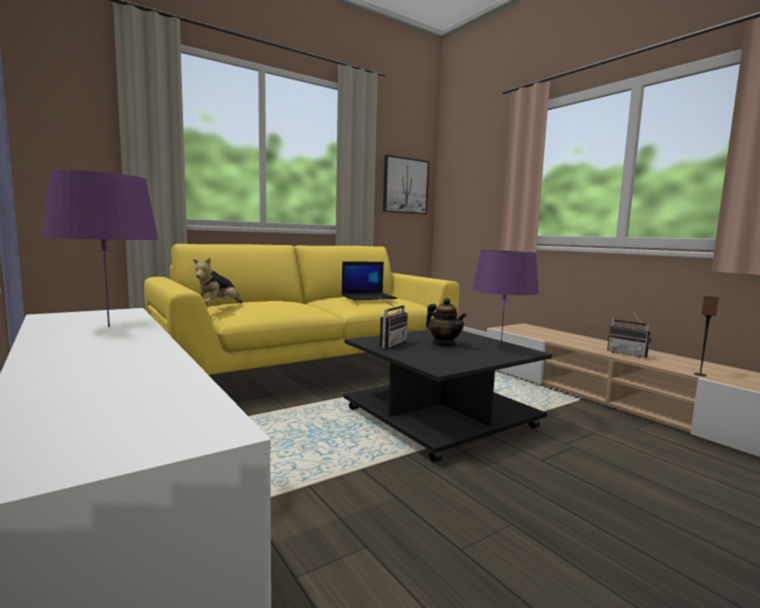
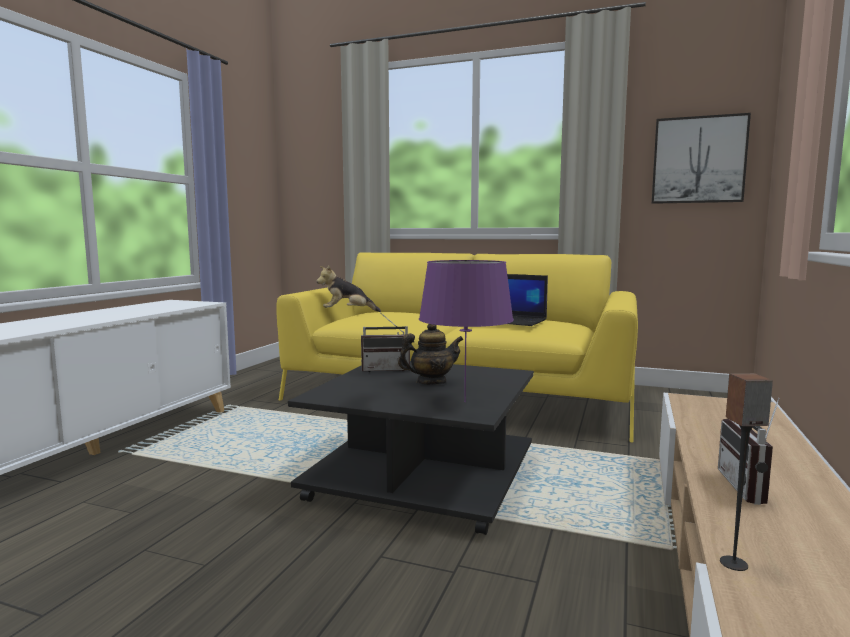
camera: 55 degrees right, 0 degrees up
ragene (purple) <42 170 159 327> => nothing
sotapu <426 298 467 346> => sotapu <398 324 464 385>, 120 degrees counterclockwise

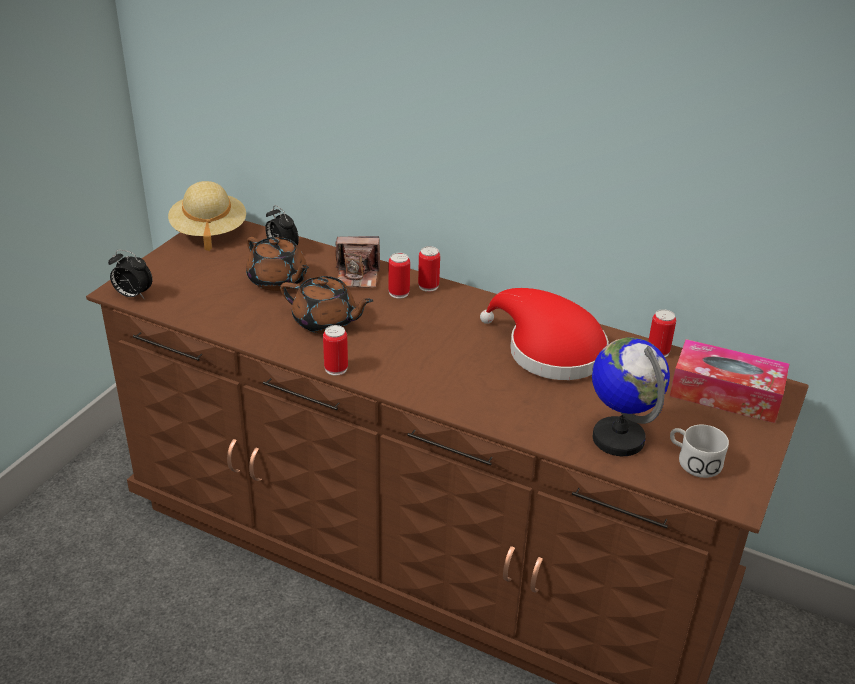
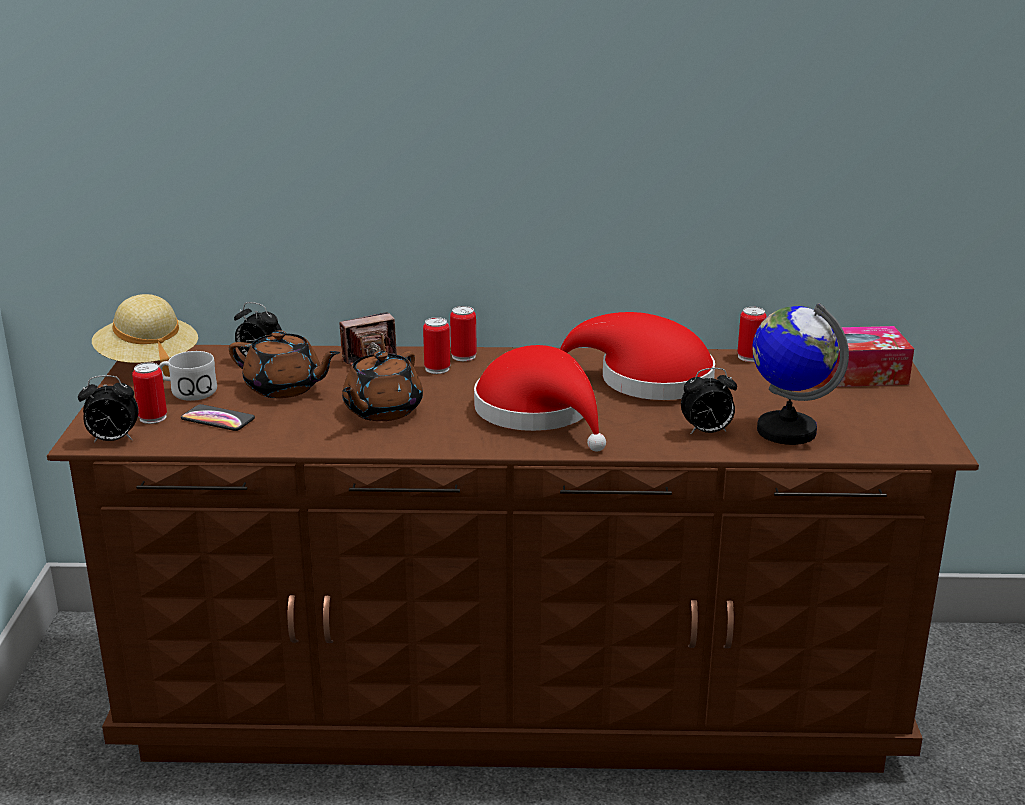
camera: 25 degrees left, 10 degrees down
sotapu (brown) <280 276 374 334> => sotapu (brown) <342 351 423 421>, 120 degrees clockwise
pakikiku <323 325 348 375> => pakikiku <132 362 167 424>, move
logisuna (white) <670 425 729 478> => logisuna (white) <159 351 217 401>, move
nothing => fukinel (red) <474 345 606 452>
nothing => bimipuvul <681 368 737 435>
nothing => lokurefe <181 404 255 431>

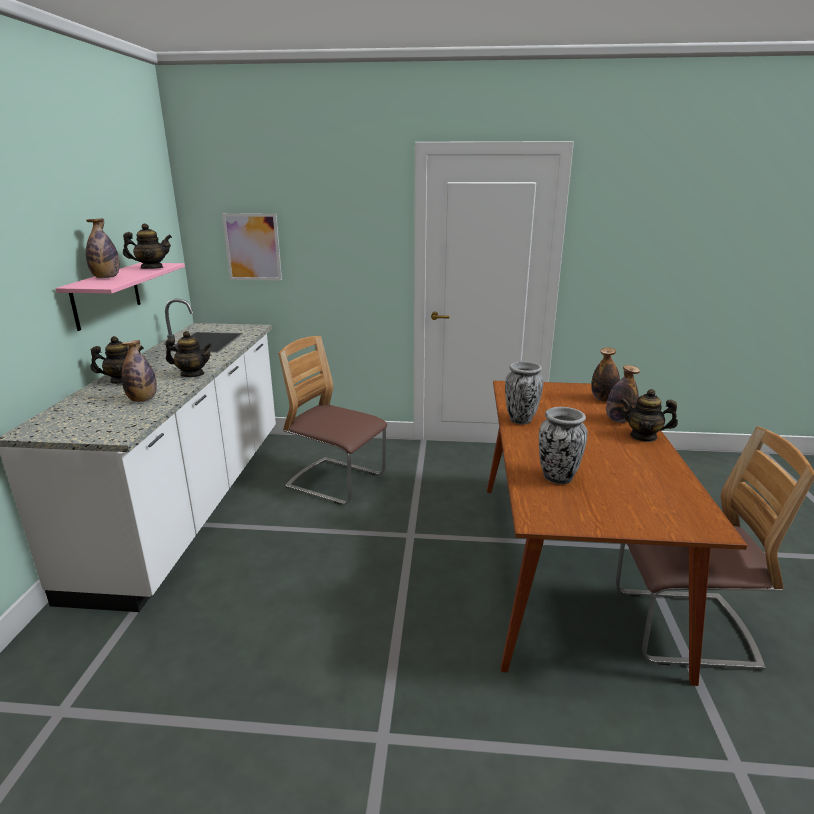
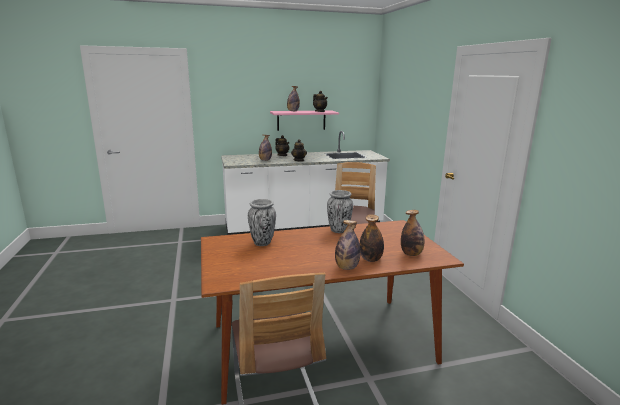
camera: 70 degrees right, 5 degrees down
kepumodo <222 213 282 281> => nothing
sotapu <620 389 678 442> => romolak <335 220 361 270>

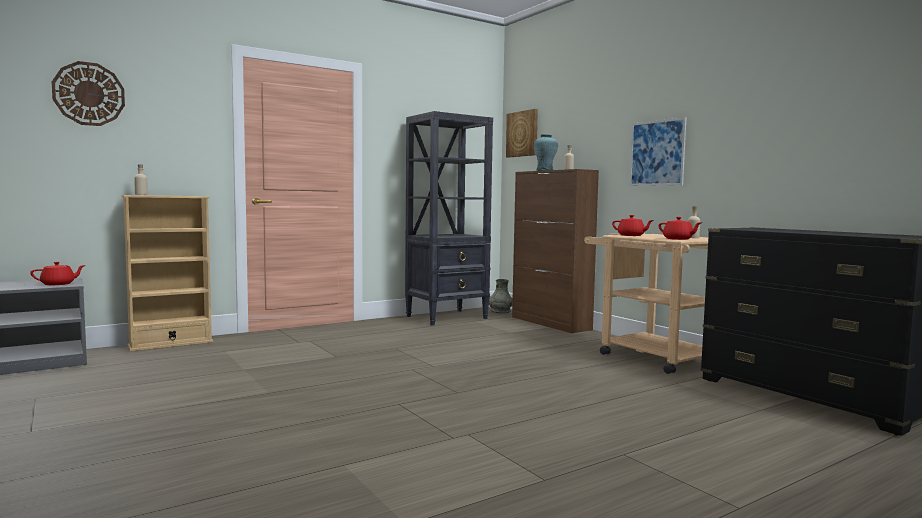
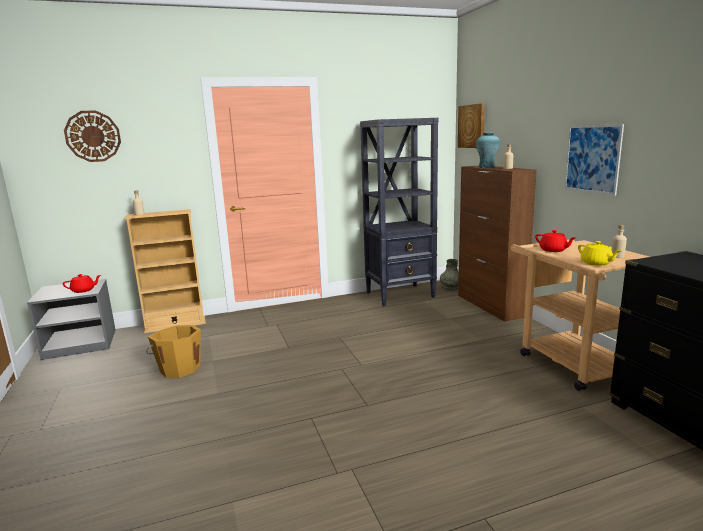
camera: 15 degrees right, 10 degrees up
sotapu (red) <659 217 701 240> => sotapu (yellow) <578 241 621 266>
nothing => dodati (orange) <146 325 201 378>

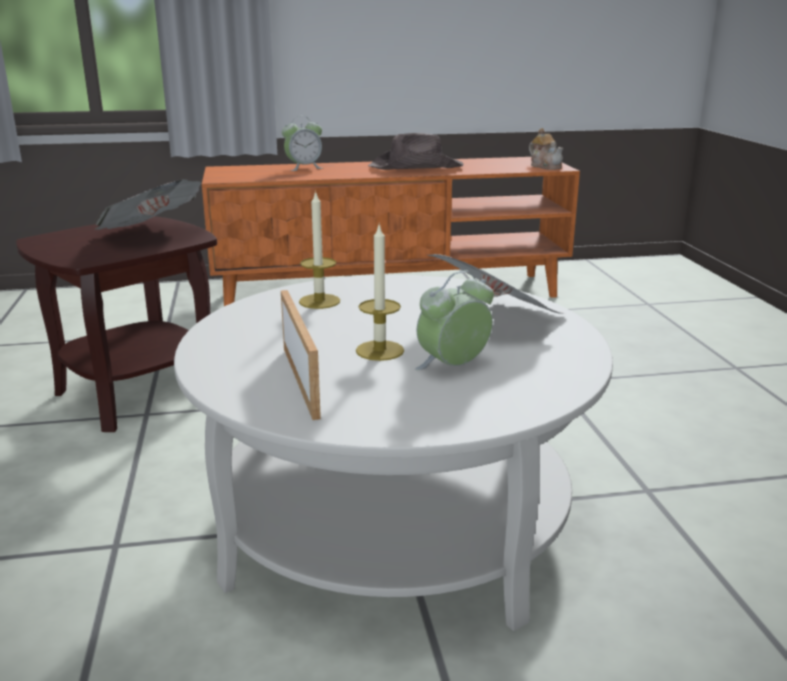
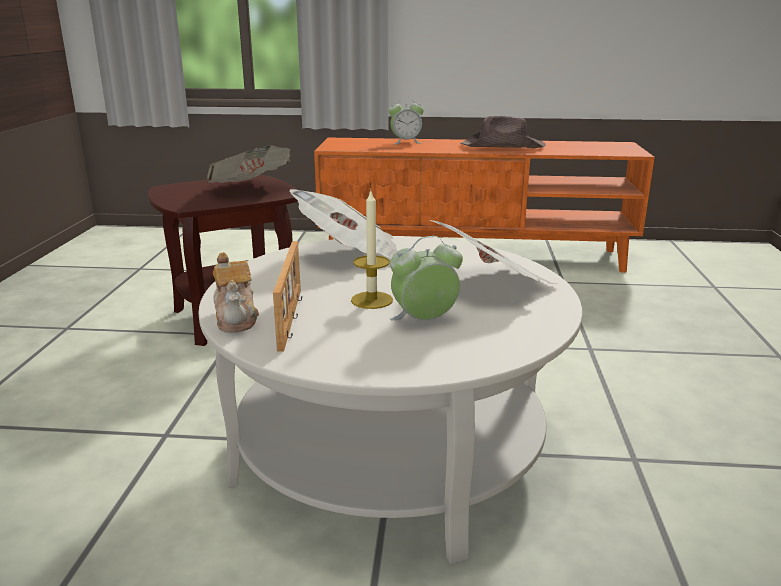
camera: 15 degrees right, 0 degrees up
sotapu <529 128 564 170> => sotapu <213 252 259 333>, move
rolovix <299 190 340 309> => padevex <290 189 397 258>

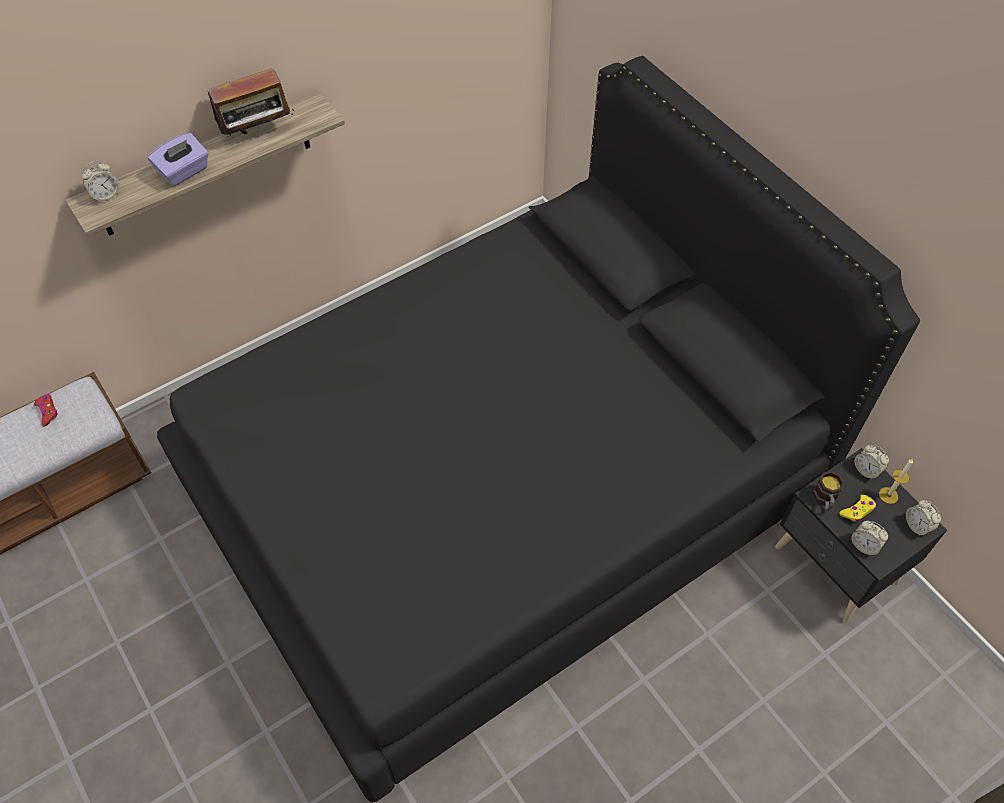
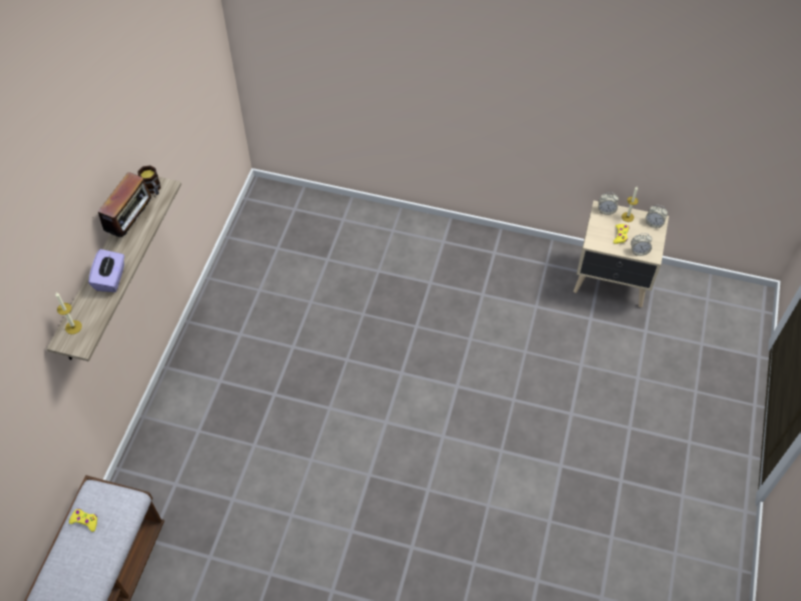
camera: 40 degrees left, 0 degrees up
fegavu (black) <157 56 920 803> => nothing
bimipuvul <82 161 119 203> => rolovix <56 293 82 334>
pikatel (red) <34 394 58 426> => pikatel (yellow) <69 508 97 532>
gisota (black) <775 448 947 623> => gisota (beige) <573 200 669 307>
logisuna <812 471 845 511> => logisuna <138 165 161 195>, move

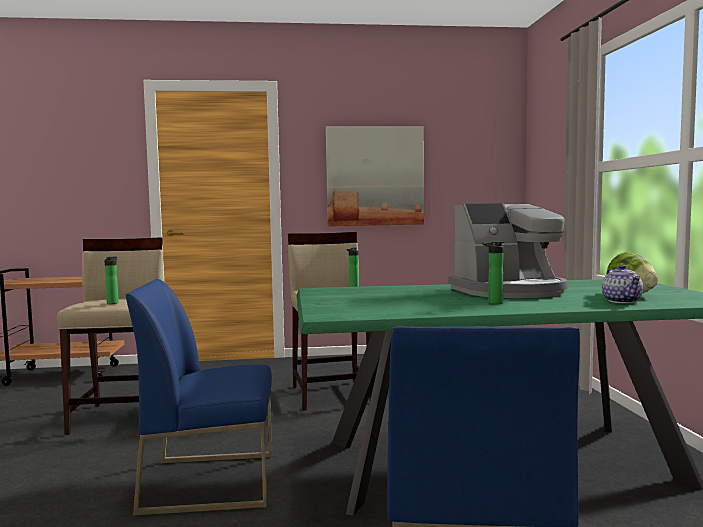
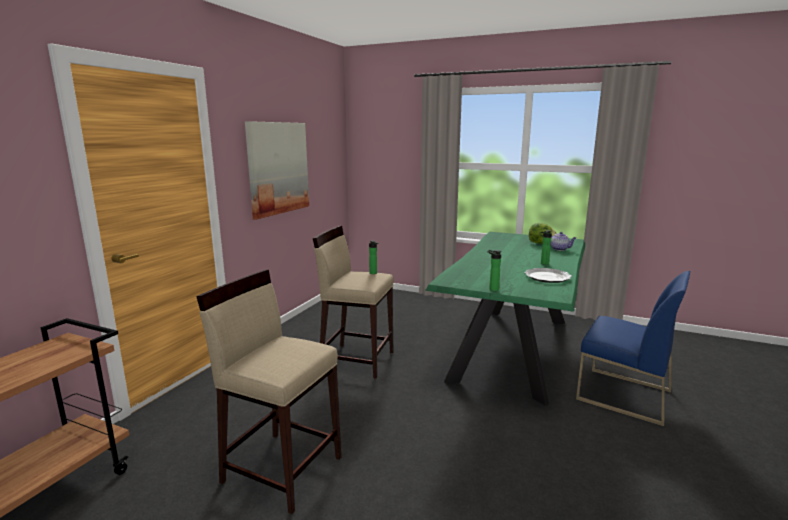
camera: 60 degrees left, 10 degrees up
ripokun <448 203 568 298> => nothing
romolak <104 257 119 304> => romolak <488 250 502 291>, move
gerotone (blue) <125 279 272 516> => nothing
nothing => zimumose <525 268 572 283>

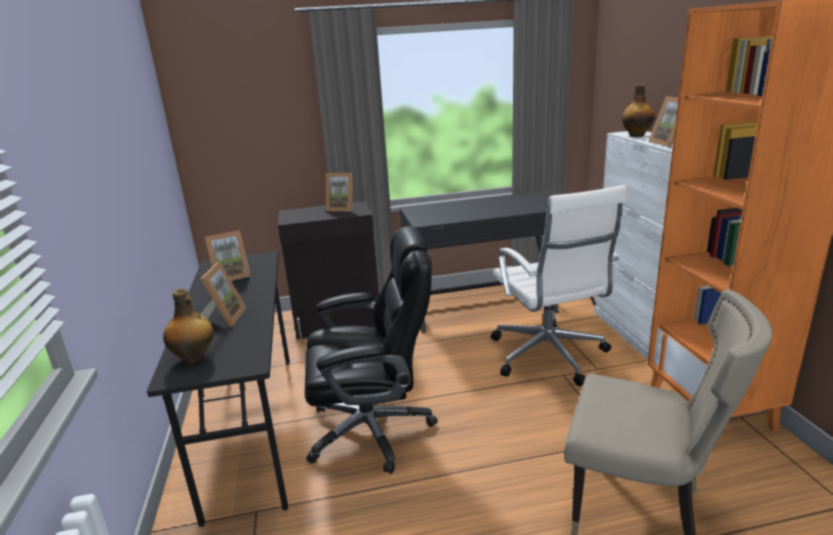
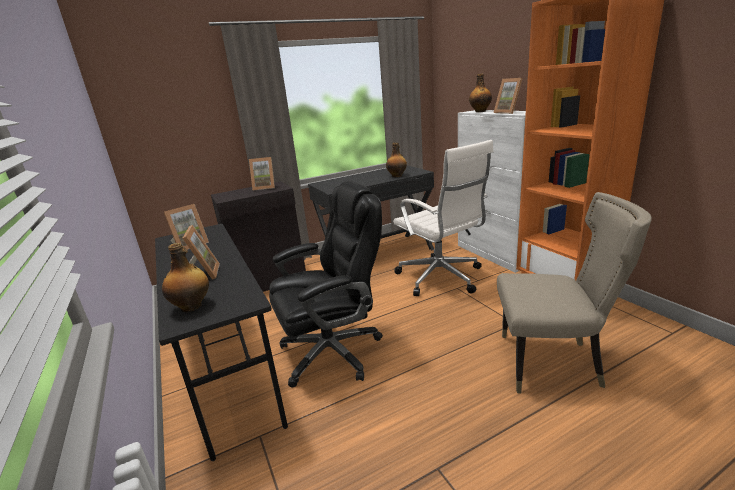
camera: 15 degrees left, 0 degrees up
nothing => romolak <386 143 407 177>

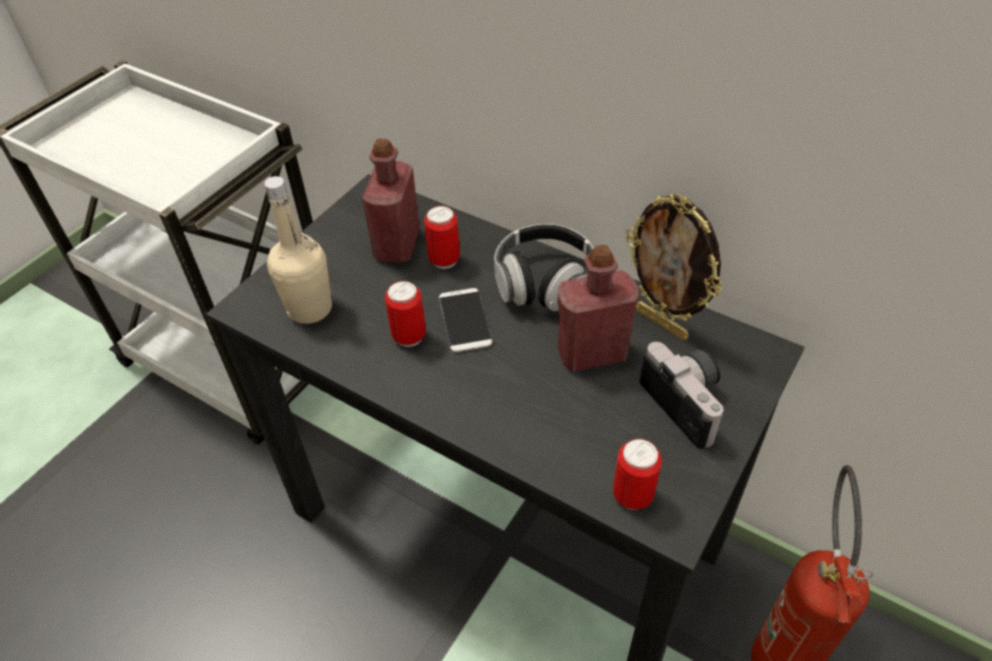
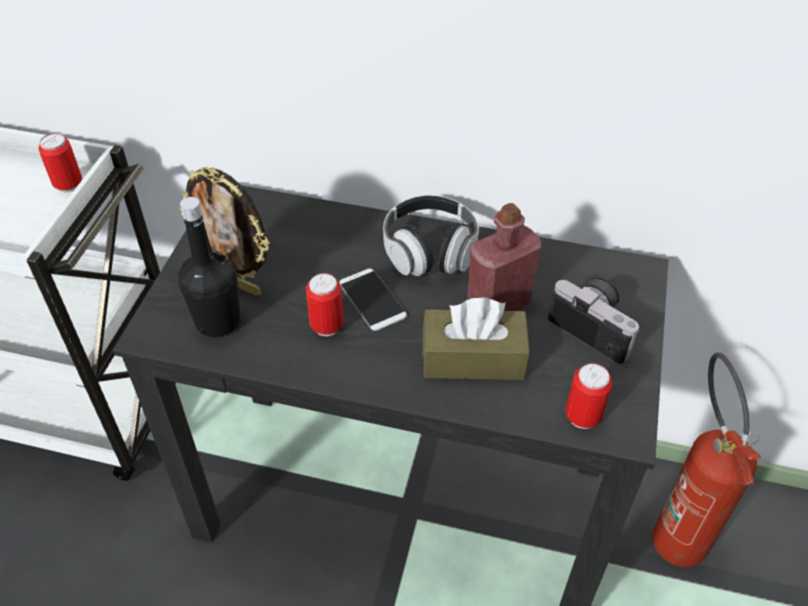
camera: 20 degrees left, 0 degrees up
romolak (red) <362 138 420 263> => nothing
romolak (beige) <264 176 332 324> => romolak (black) <178 197 240 337>
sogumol <626 194 722 340> => sogumol <179 167 270 296>, move
pakikiku <424 206 460 269> => pakikiku <39 133 82 193>, move
nothing => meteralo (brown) <423 297 530 380>

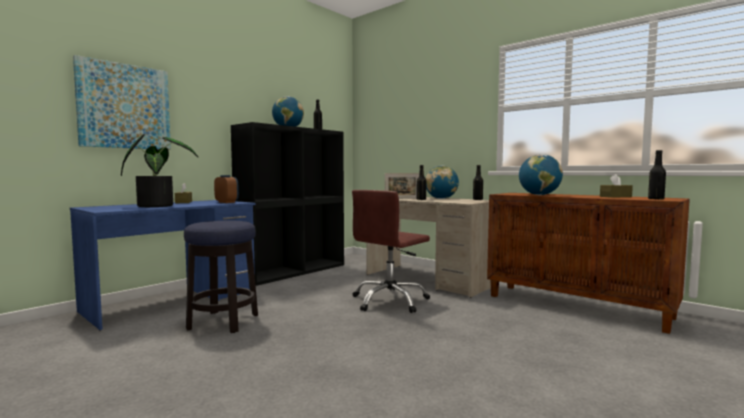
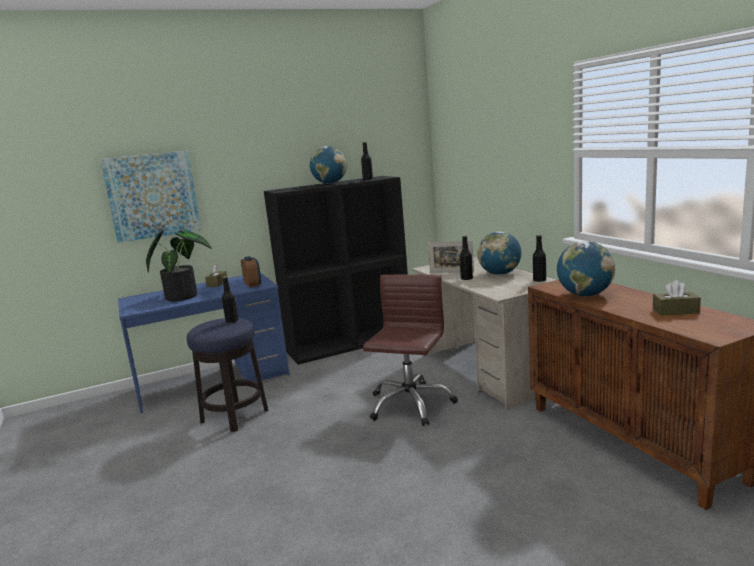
camera: 25 degrees right, 10 degrees up
romolak (black) <648 150 666 200> => romolak (black) <222 277 238 323>, move
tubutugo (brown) <352 190 430 313> => tubutugo (brown) <363 275 458 426>, 135 degrees clockwise

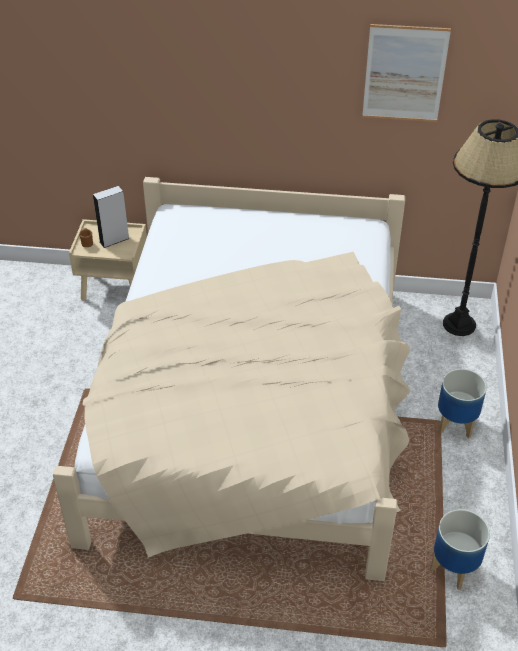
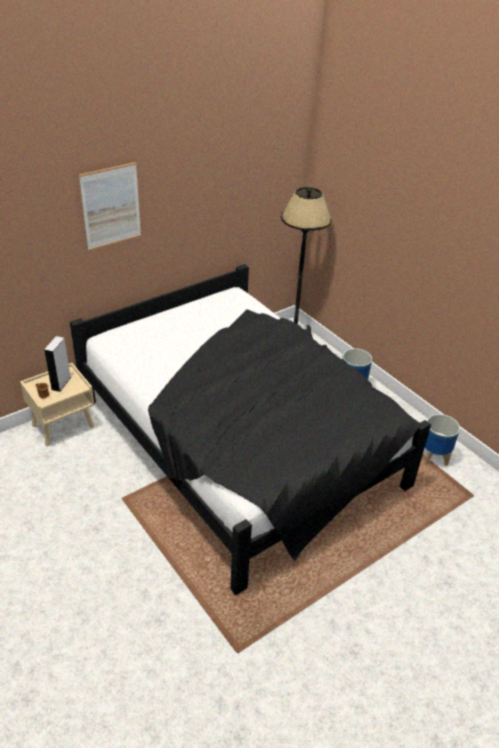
camera: 45 degrees left, 5 degrees down
kepumodo <362 24 451 122> => kepumodo <79 162 141 251>, move
fegavu (beige) <53 177 410 581> => fegavu (black) <70 264 431 595>

